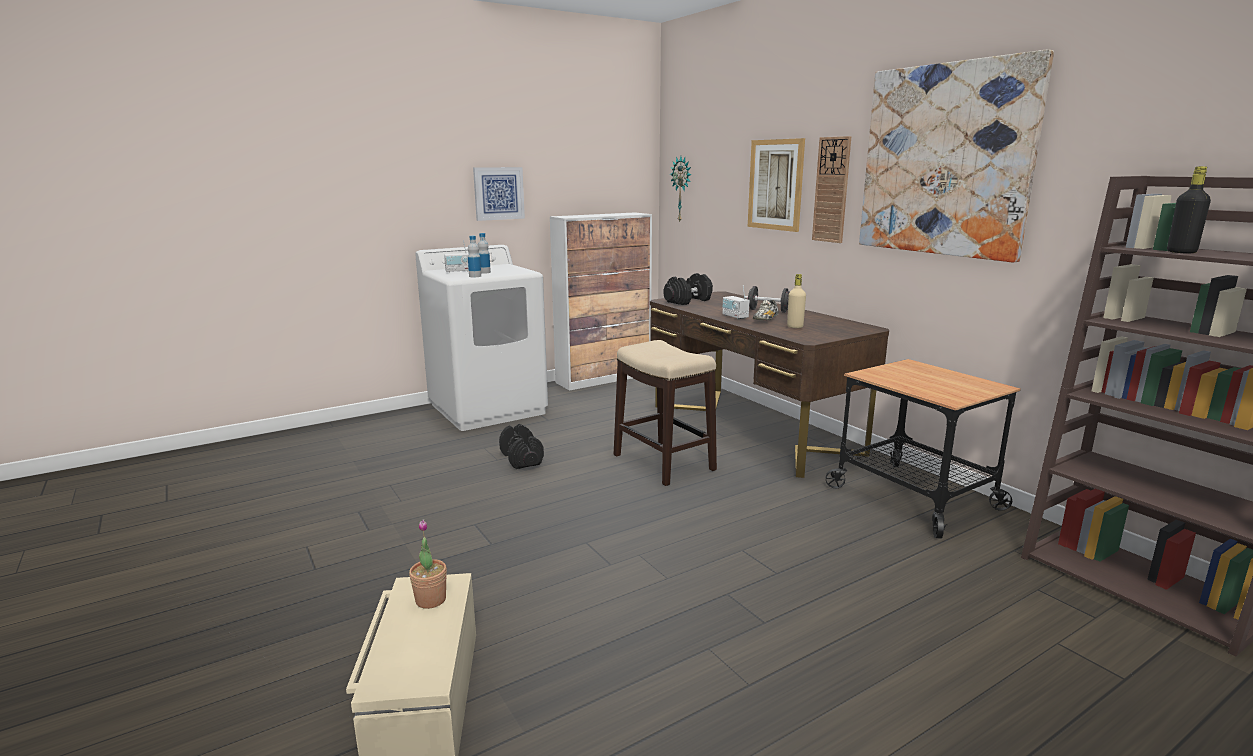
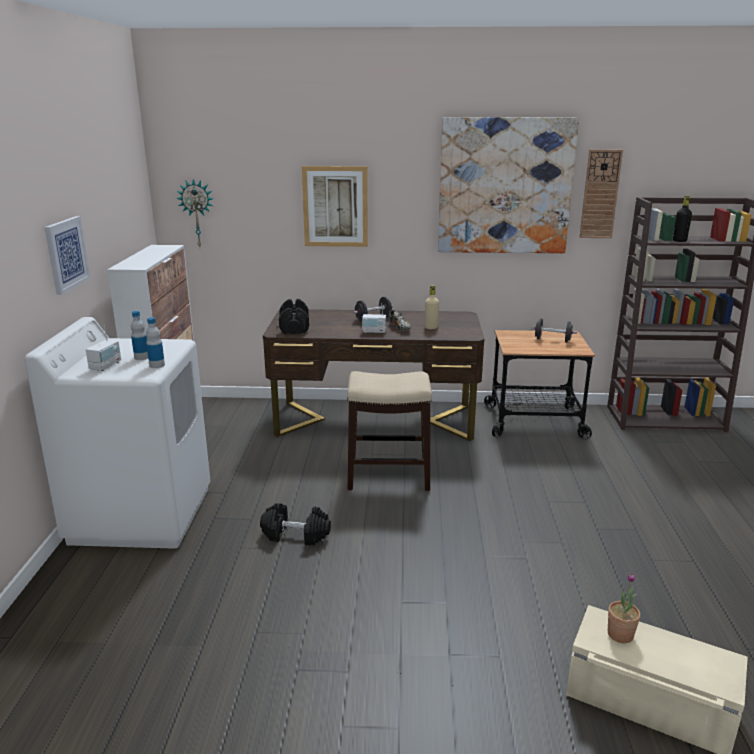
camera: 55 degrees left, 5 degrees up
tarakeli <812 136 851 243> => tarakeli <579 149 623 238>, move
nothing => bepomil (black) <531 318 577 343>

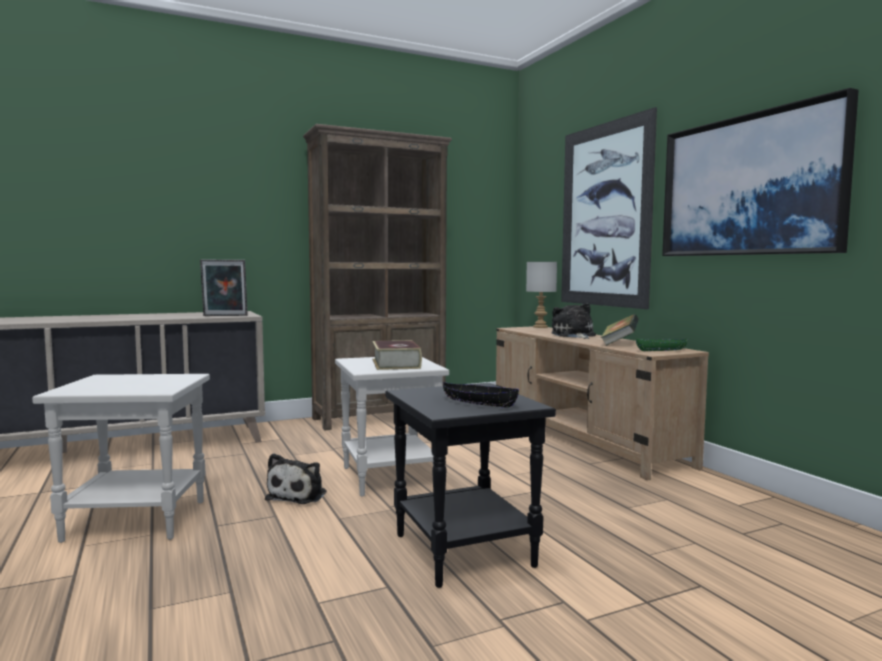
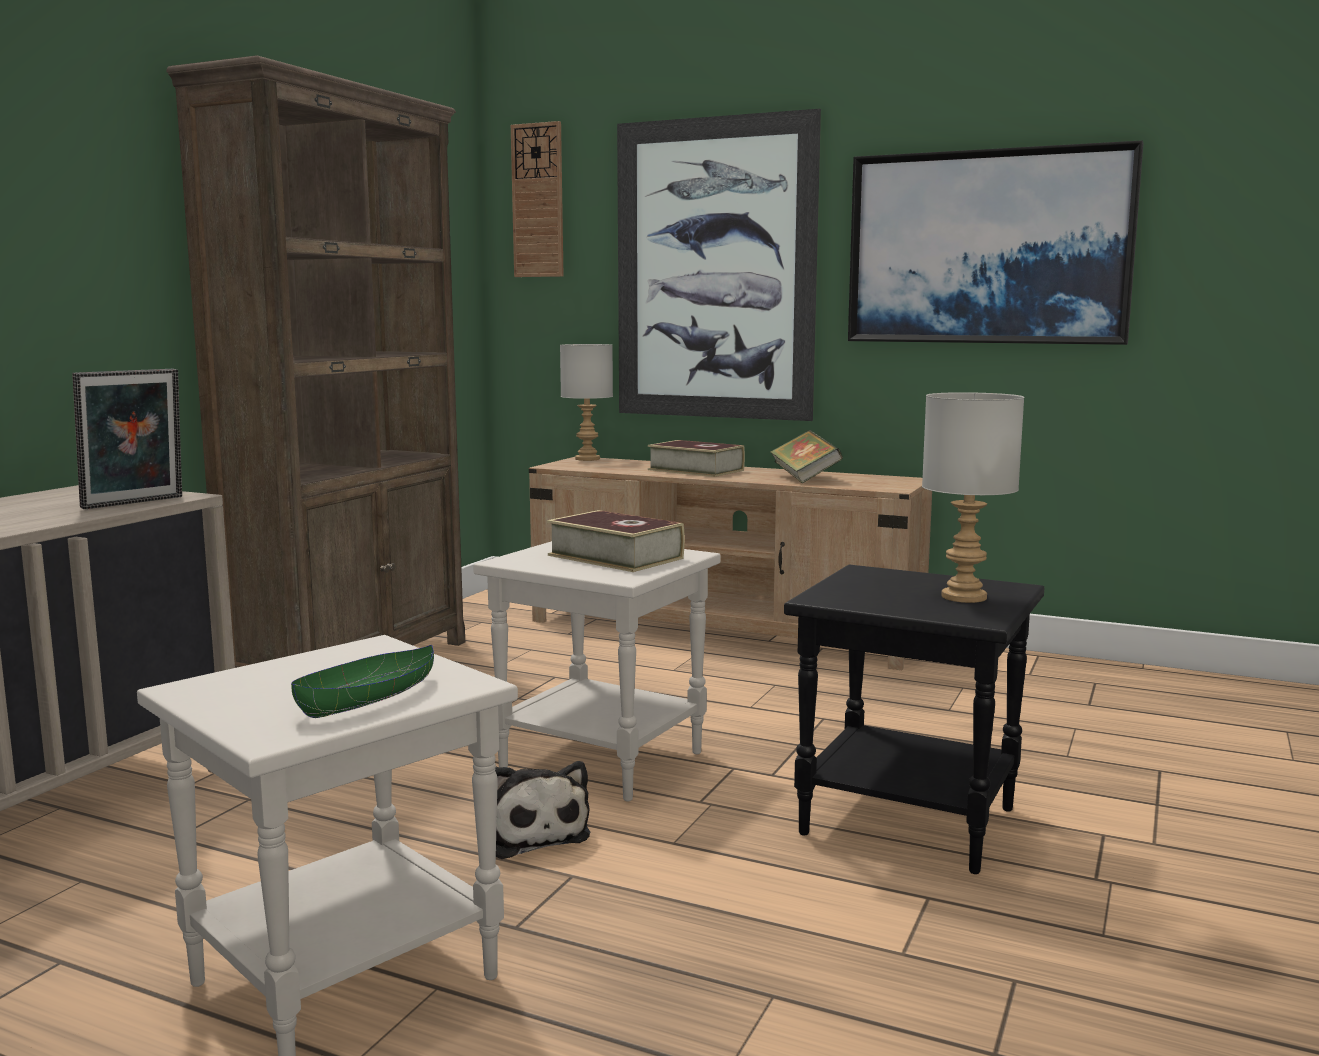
camera: 40 degrees left, 5 degrees up
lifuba <552 303 596 339> => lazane <648 440 745 477>
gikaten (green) <636 338 687 351> => gikaten (green) <291 645 434 718>, move
gikaten (black) <443 382 519 408> => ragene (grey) <922 392 1024 603>
nothing => tarakeli <511 121 564 277>

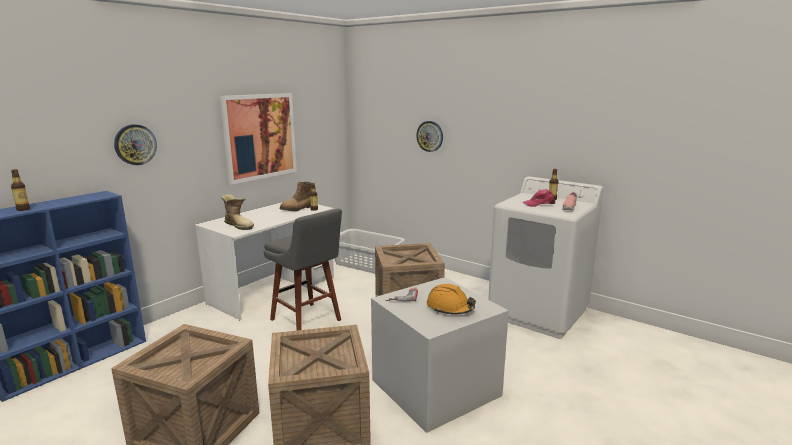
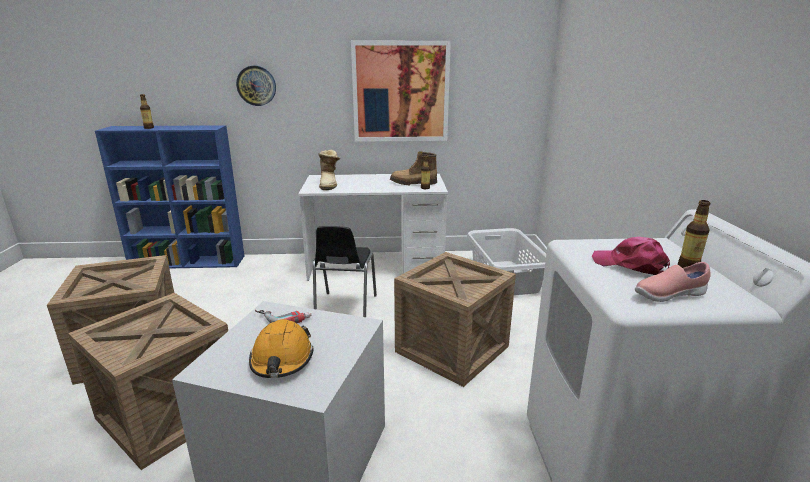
camera: 50 degrees right, 5 degrees up
tarakeli <416 121 443 152> => nothing
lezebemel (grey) <264 209 342 331> => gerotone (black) <313 226 377 317>

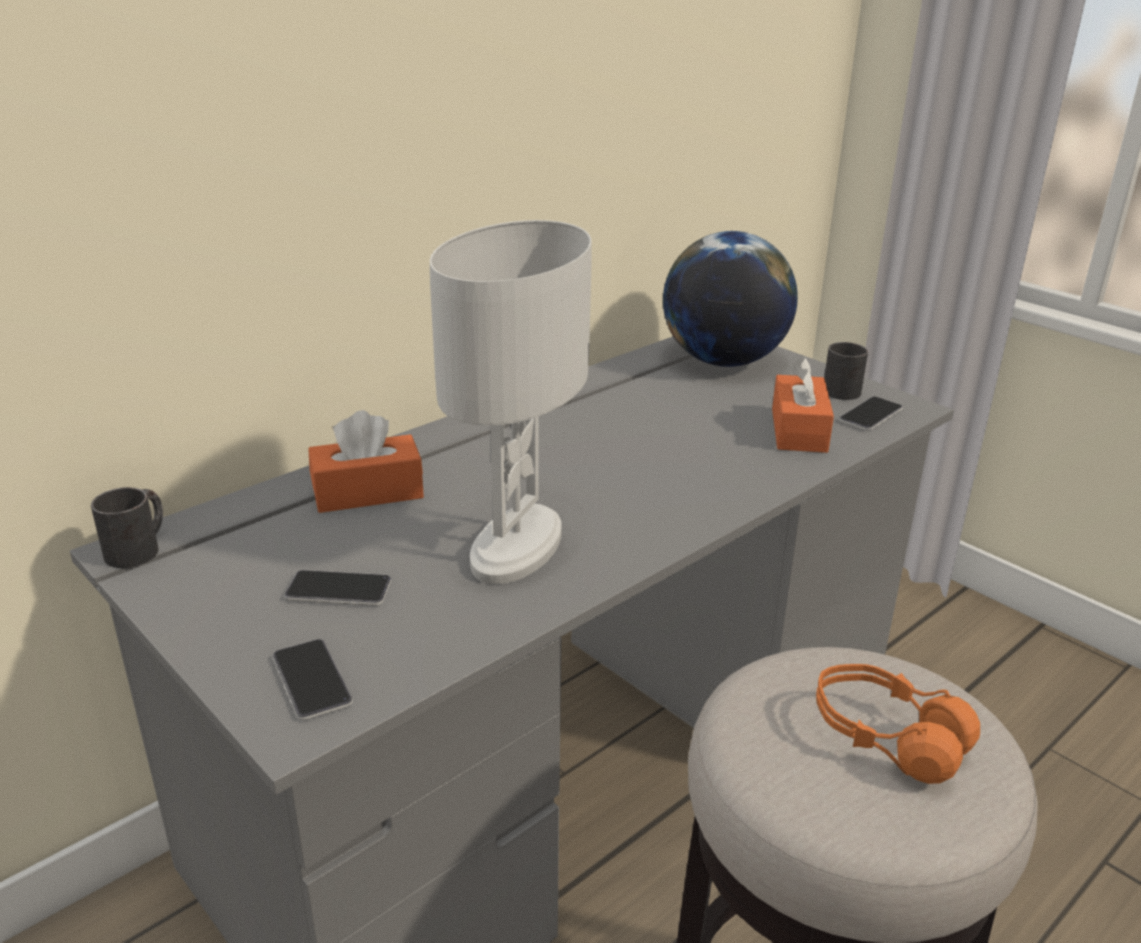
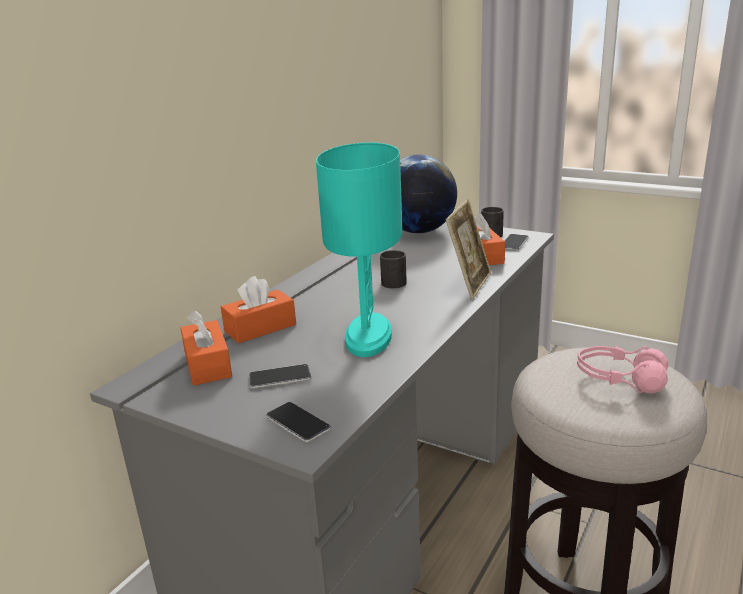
camera: 15 degrees left, 5 degrees down
ragene (white) <430 220 592 584> => ragene (turquoise) <316 142 402 357>
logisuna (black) <91 487 163 568> => logisuna (black) <380 250 407 288>, move
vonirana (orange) <816 664 980 784> => vonirana (pink) <577 346 668 393>
nothing => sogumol <446 199 491 299>
nothing => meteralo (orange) <180 310 232 386>

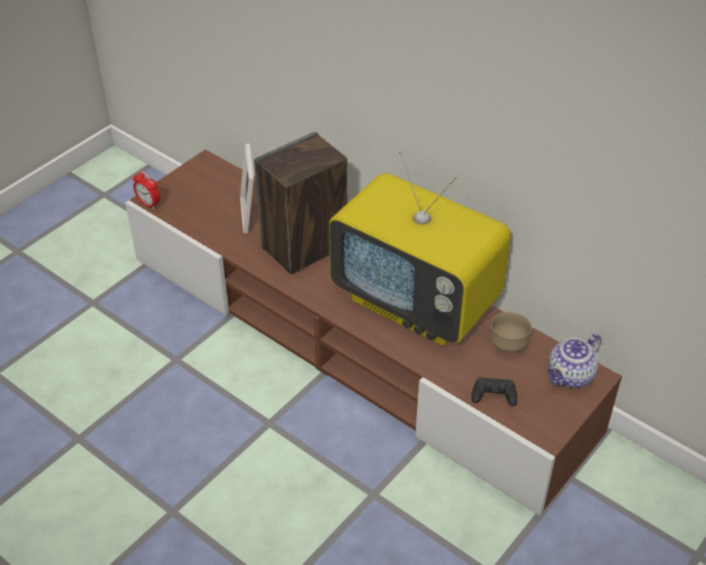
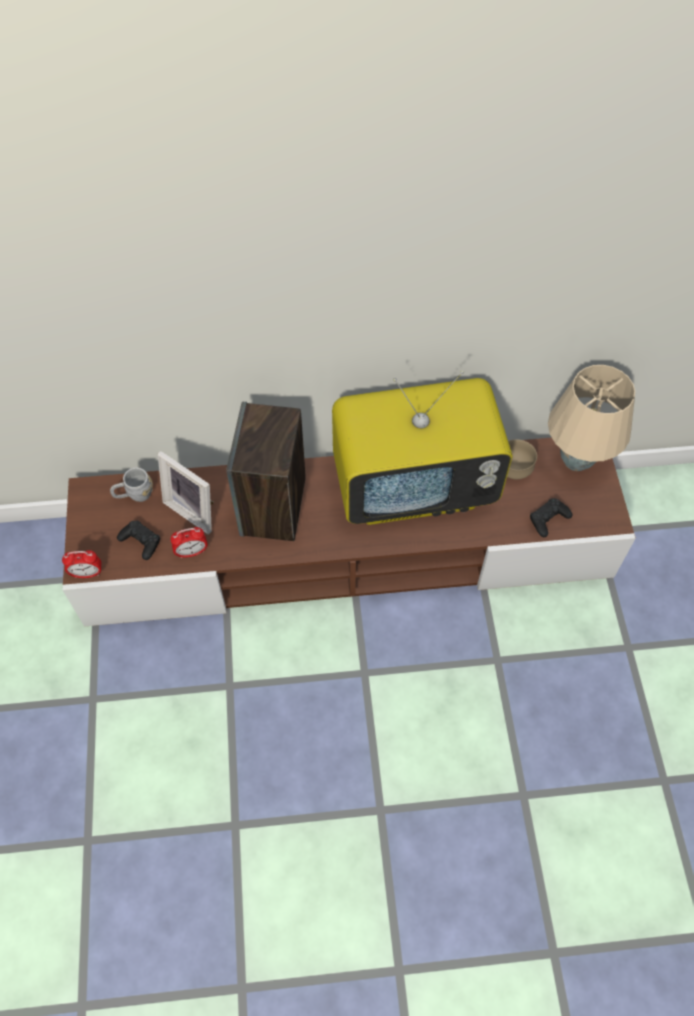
camera: 45 degrees left, 15 degrees up
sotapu <548 333 601 388> => ragene (beige) <548 365 635 471>
nothing => logisuna (grey) <110 467 153 502>
nothing => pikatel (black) <117 521 160 560>
nothing => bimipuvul <170 527 208 558>

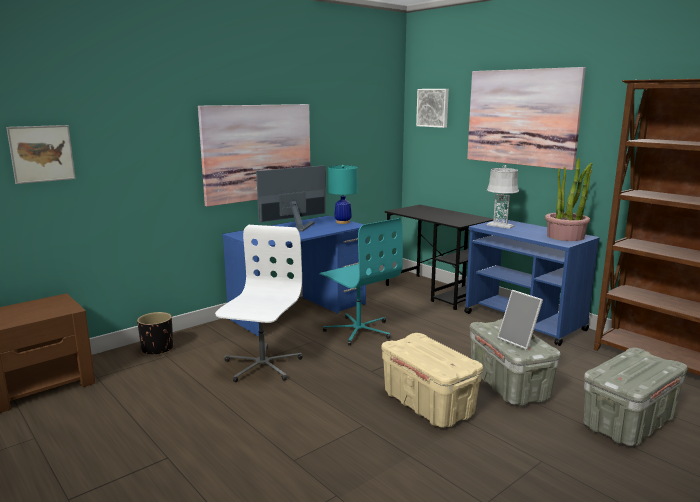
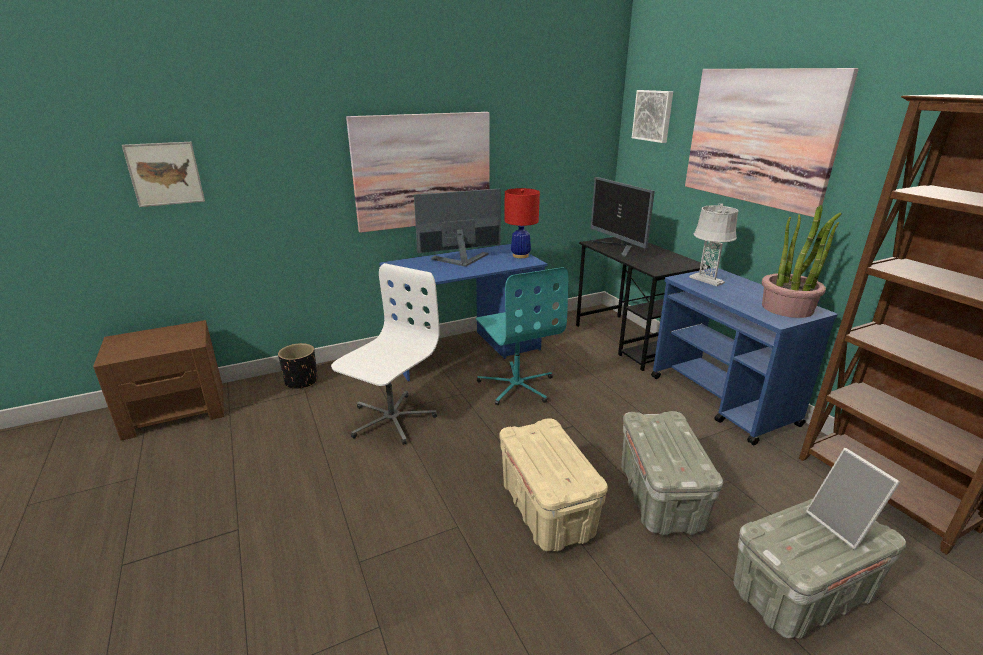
camera: 15 degrees right, 10 degrees up
ragene (turquoise) <328 165 358 224> => ragene (red) <504 188 540 258>
sogumol <497 290 543 350> => sogumol <806 448 900 550>, move
nothing => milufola <591 177 655 257>

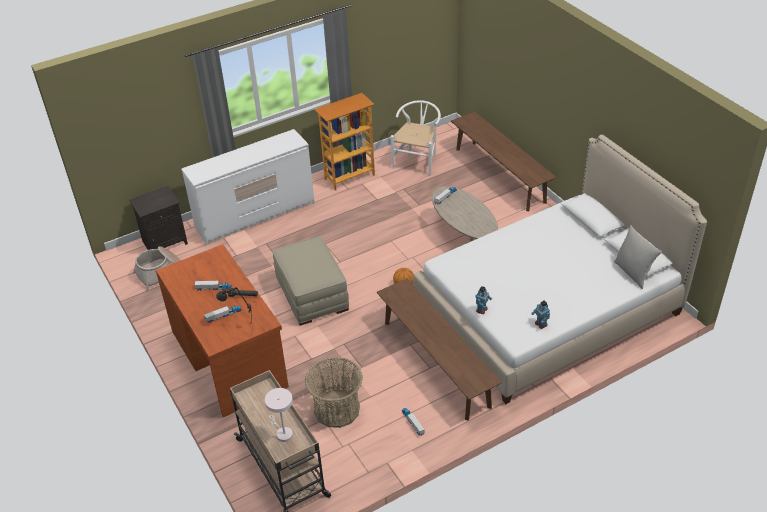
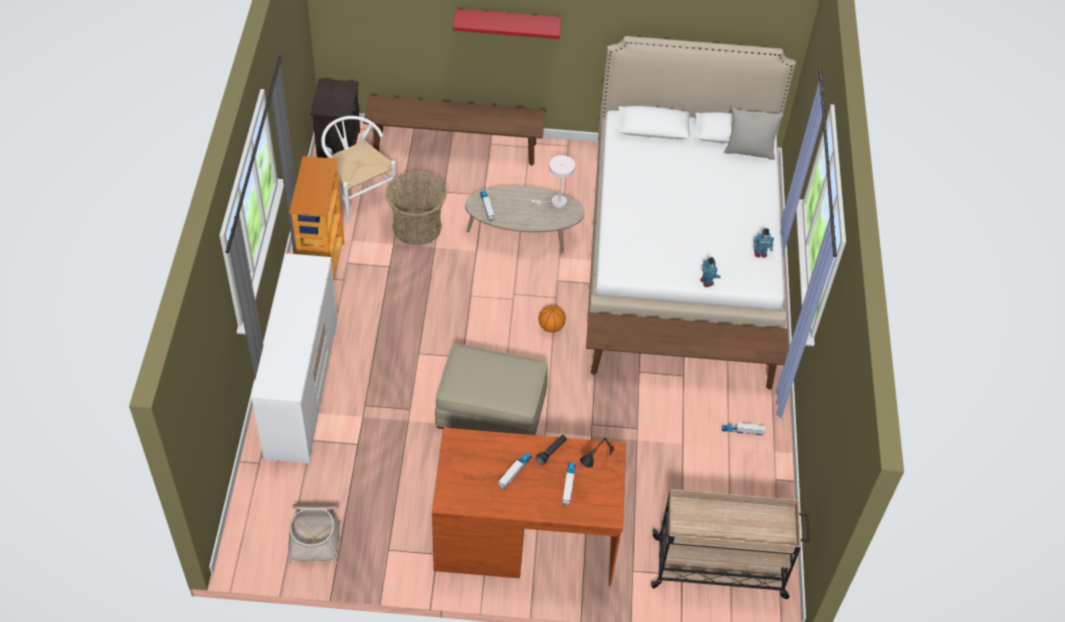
camera: 60 degrees left, 10 degrees up
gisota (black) <129 186 188 250> => gisota (black) <310 79 360 158>, move
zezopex <305 357 363 428> => zezopex <385 171 447 246>, move
ragene (white) <265 388 293 442> => ragene (white) <531 155 575 209>, move
nothing => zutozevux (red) <453 9 561 39>

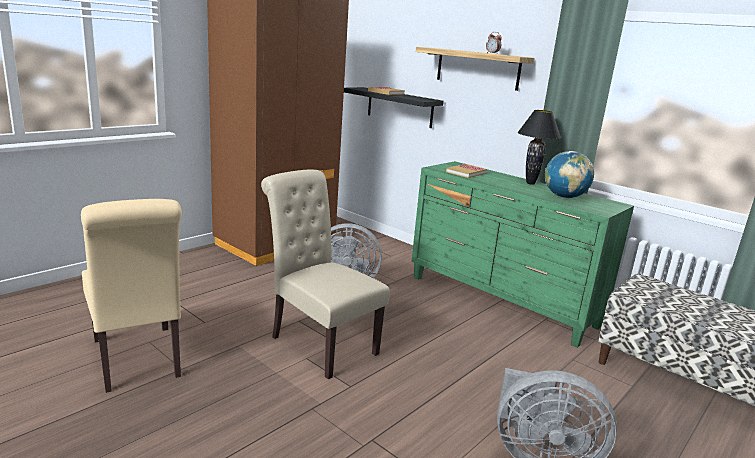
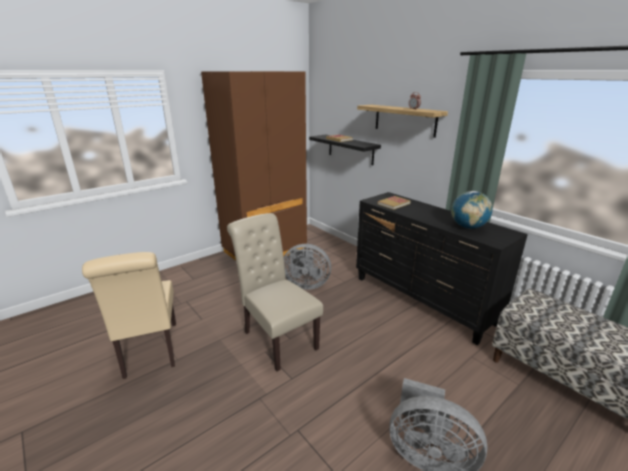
camera: 10 degrees right, 5 degrees up
ragene (black) <518 110 561 185> => nothing
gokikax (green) <411 161 634 348> => gokikax (black) <356 192 528 345>

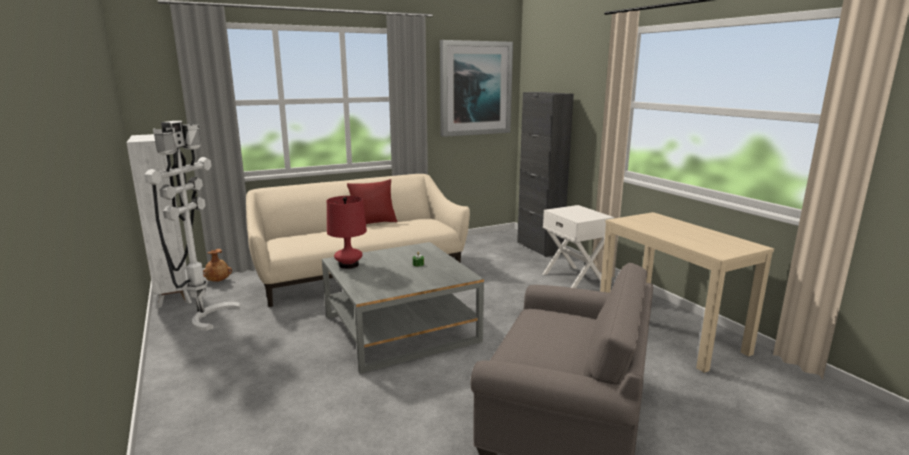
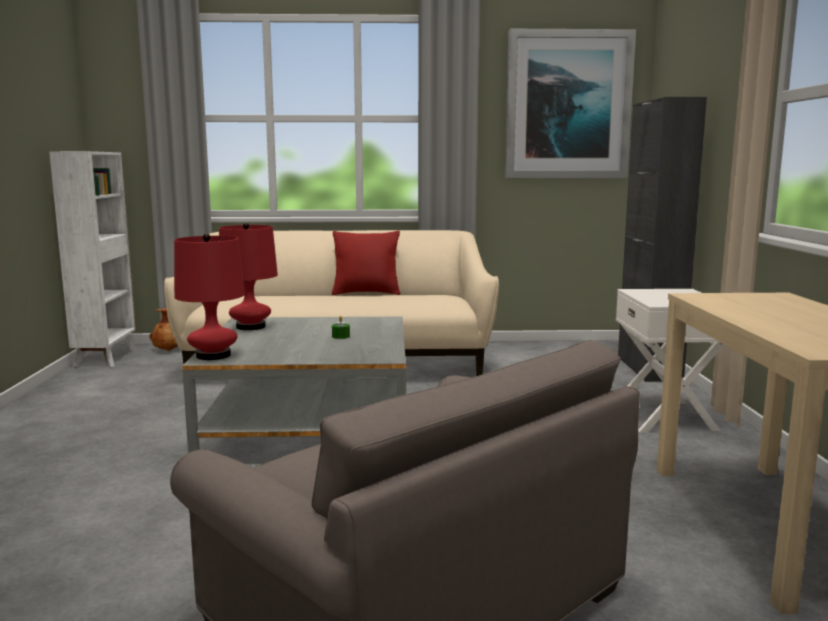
camera: 25 degrees right, 5 degrees down
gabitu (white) <144 121 240 331> => nothing
nothing => ragene (red) <174 234 245 360>

